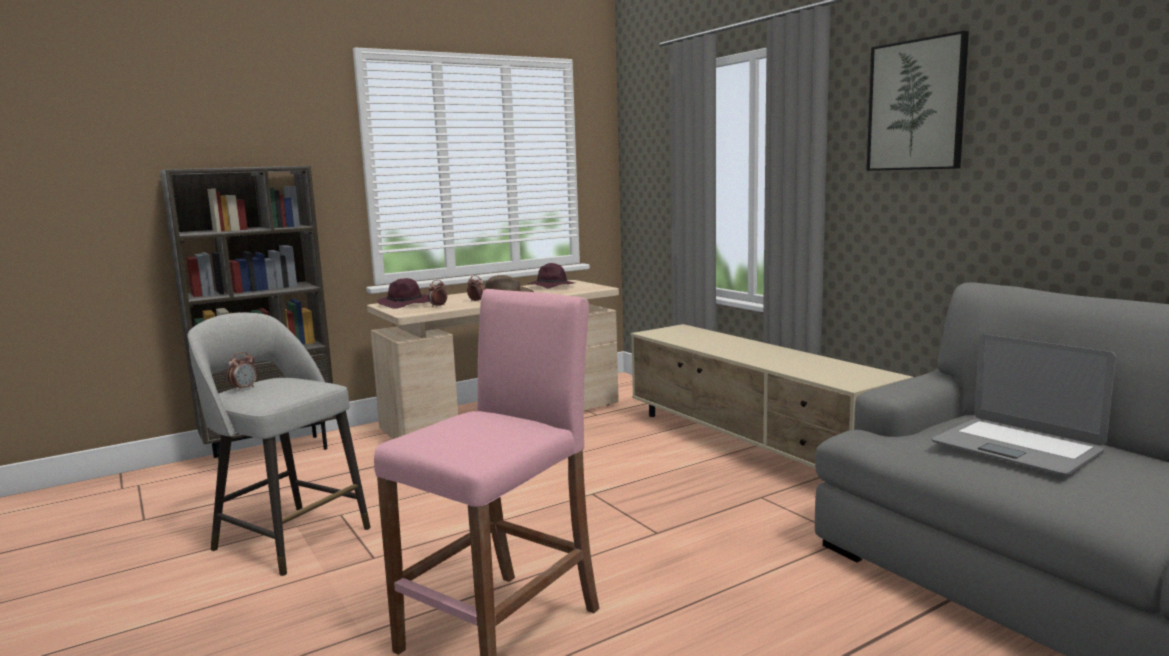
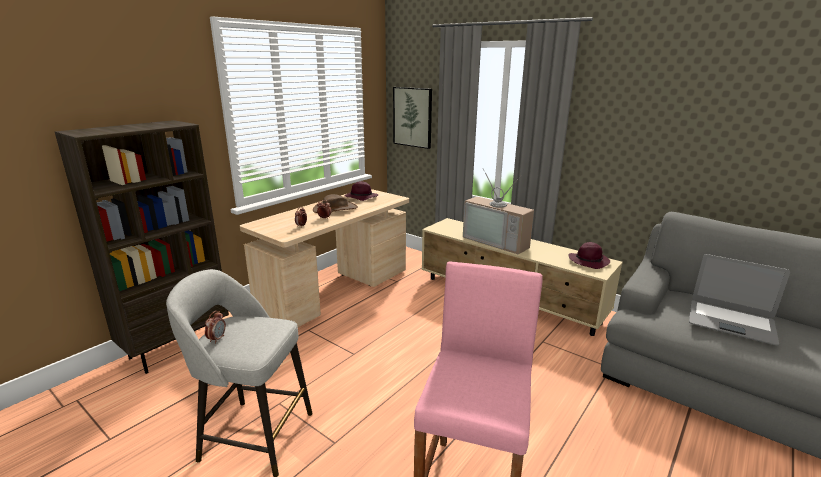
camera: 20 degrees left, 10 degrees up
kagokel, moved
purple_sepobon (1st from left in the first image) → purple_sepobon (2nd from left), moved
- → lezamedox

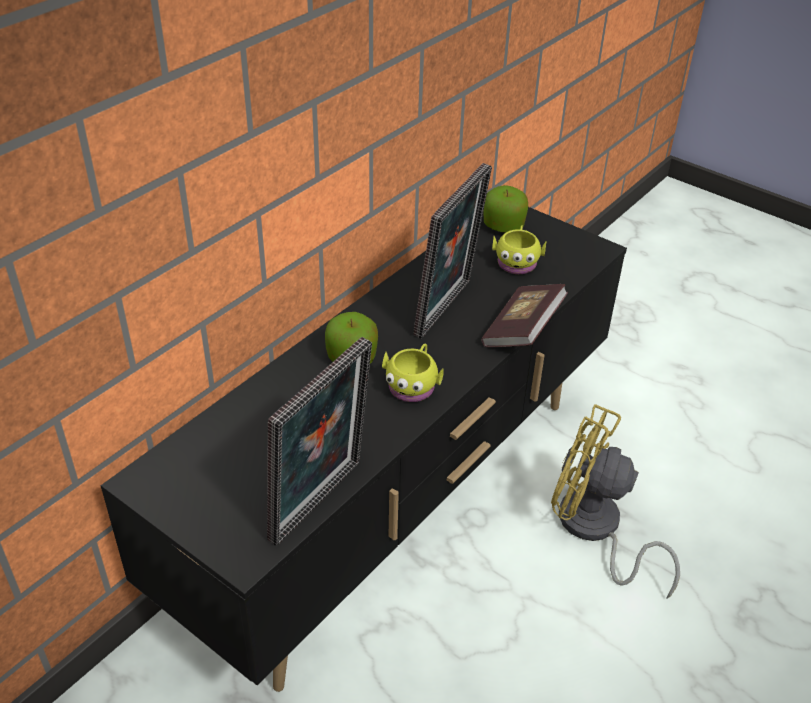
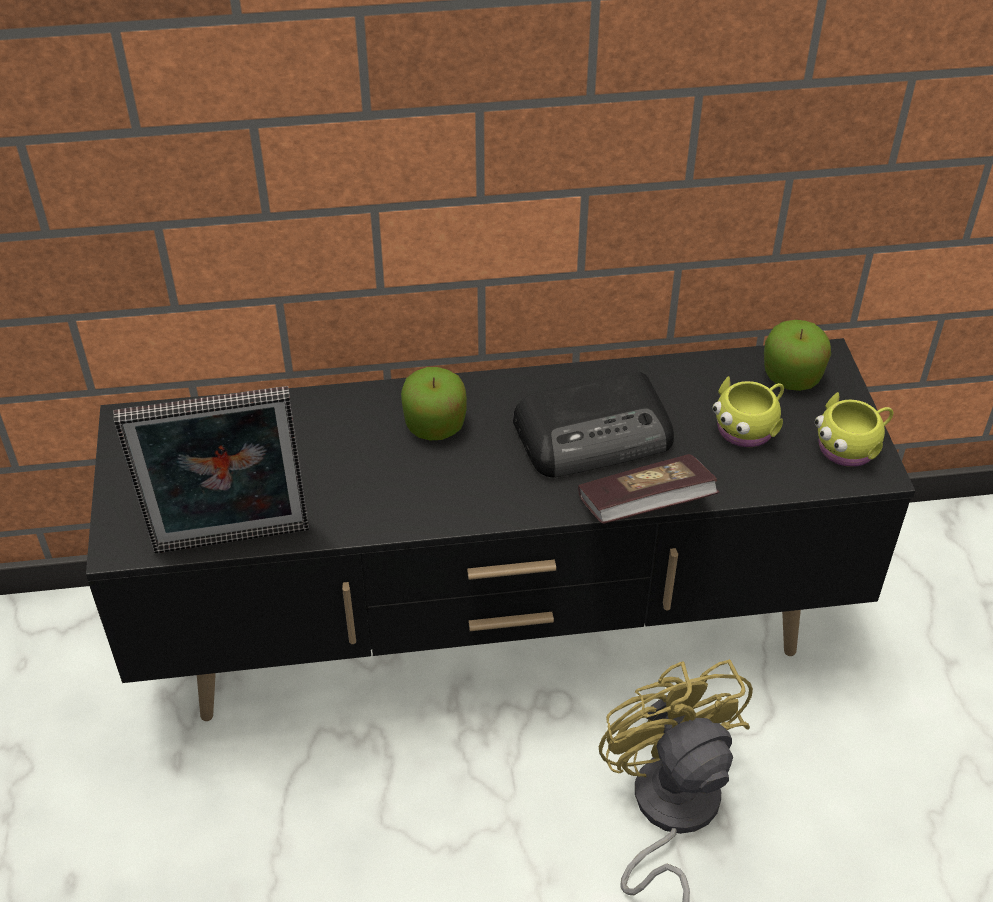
camera: 45 degrees right, 5 degrees up
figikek (2nd from left) → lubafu
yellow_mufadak (1st from left in the first image) → yellow_mufadak (2nd from left), moved

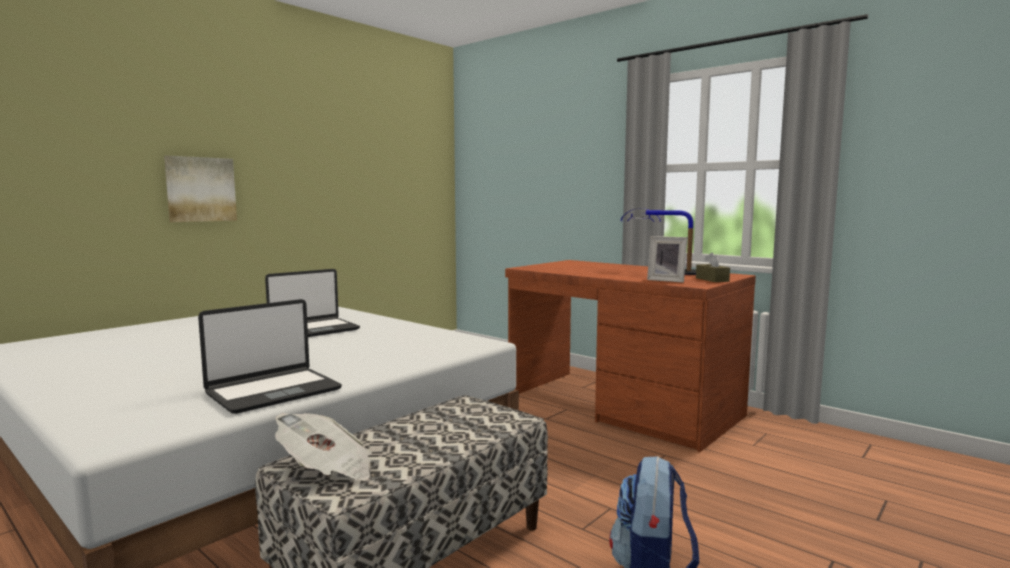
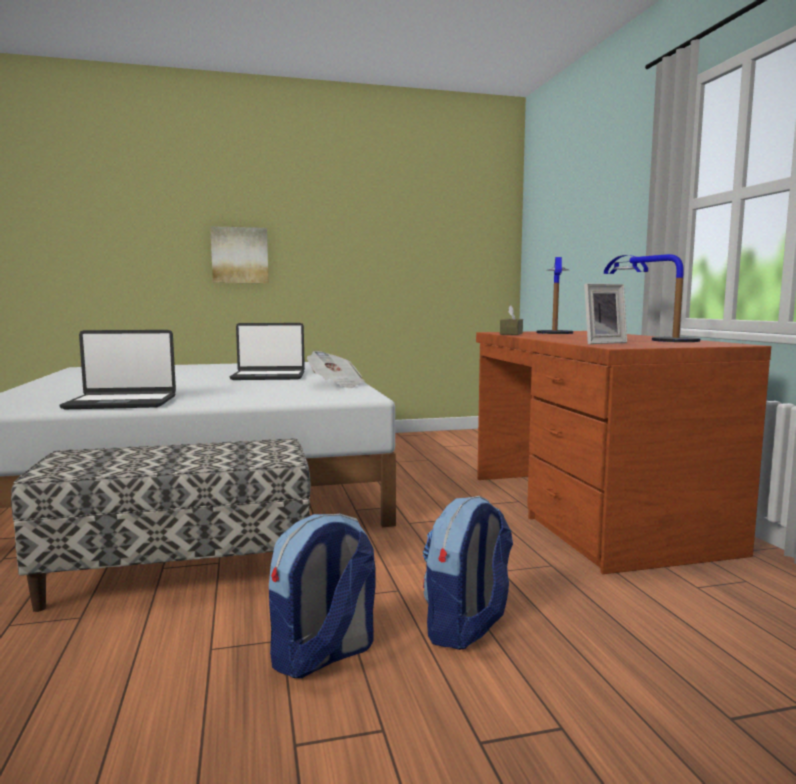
camera: 35 degrees right, 0 degrees up
figikek, 90 degrees counterclockwise
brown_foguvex, moved
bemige, moved
- → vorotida (1st from left)
- → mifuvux (2nd from left)

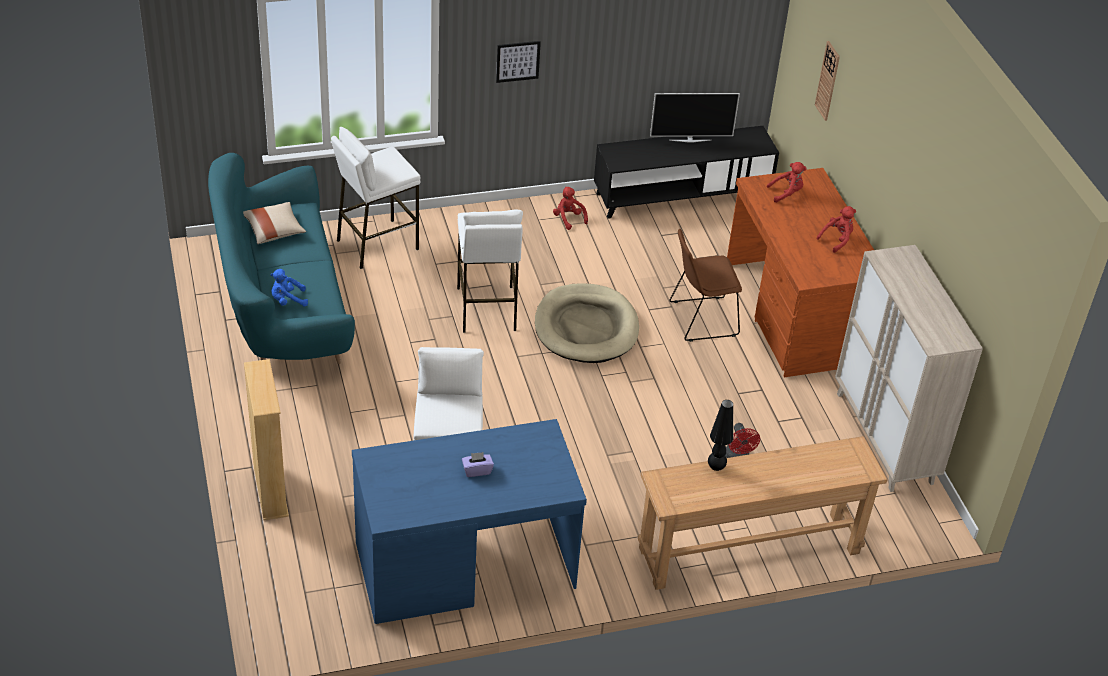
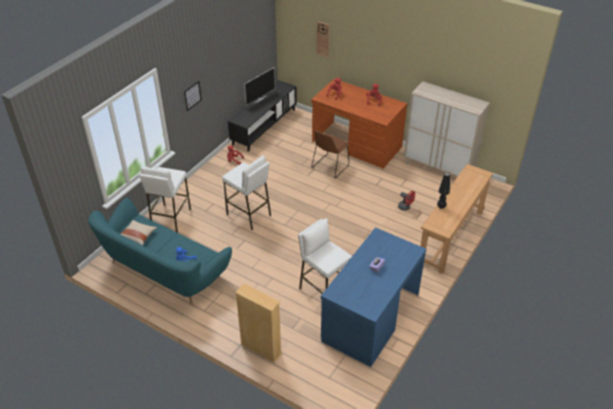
camera: 40 degrees left, 0 degrees up
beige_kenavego → -

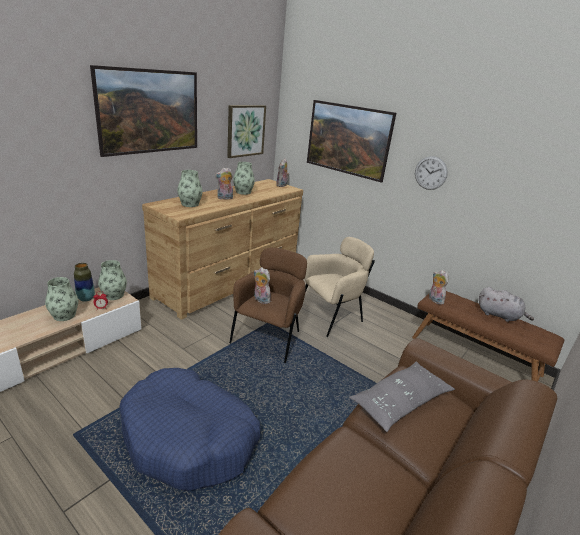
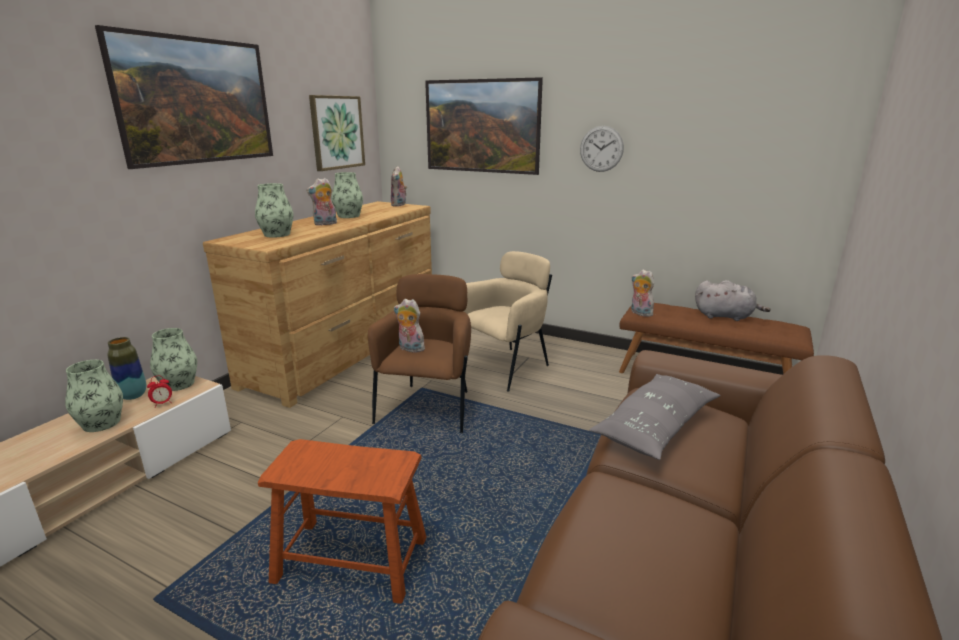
camera: 10 degrees left, 5 degrees down
blue_kenavego → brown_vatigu

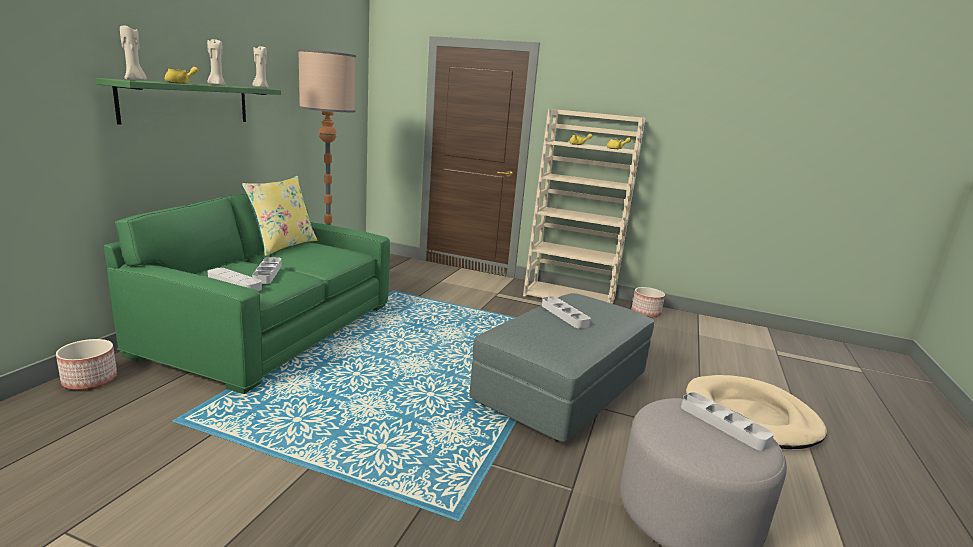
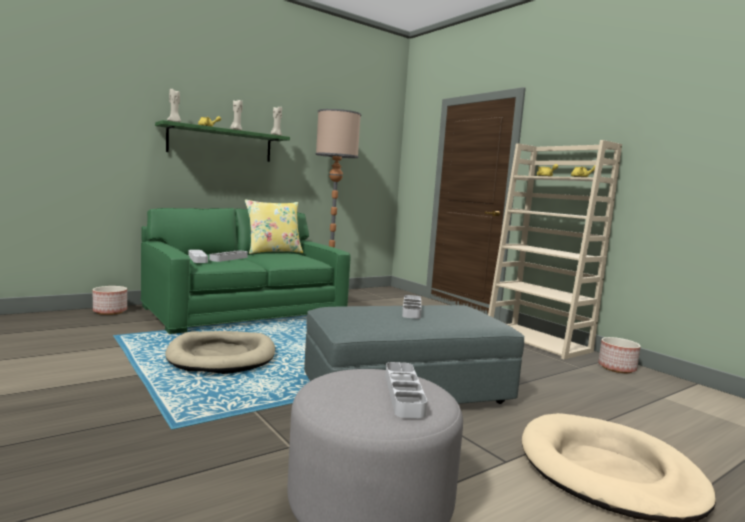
camera: 35 degrees right, 10 degrees down
- → beige_kenavego (1st from left)

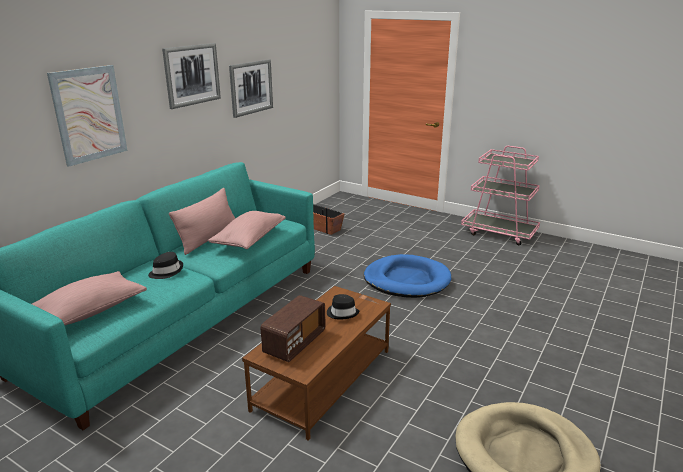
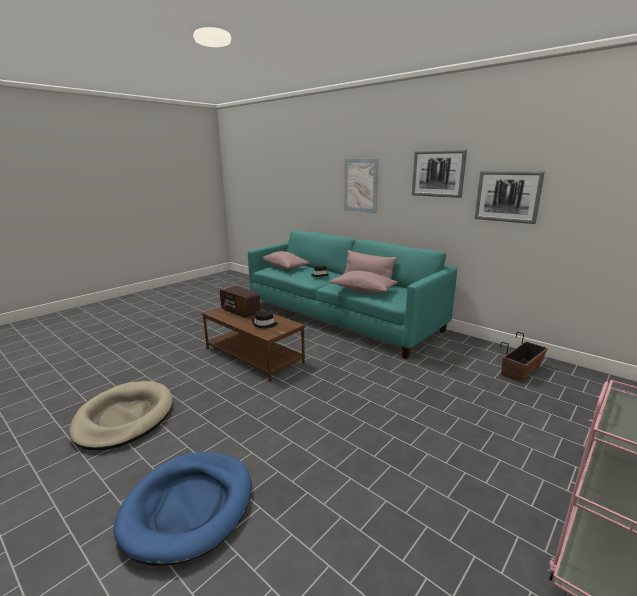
camera: 100 degrees right, 5 degrees down
blue_kenavego, moved

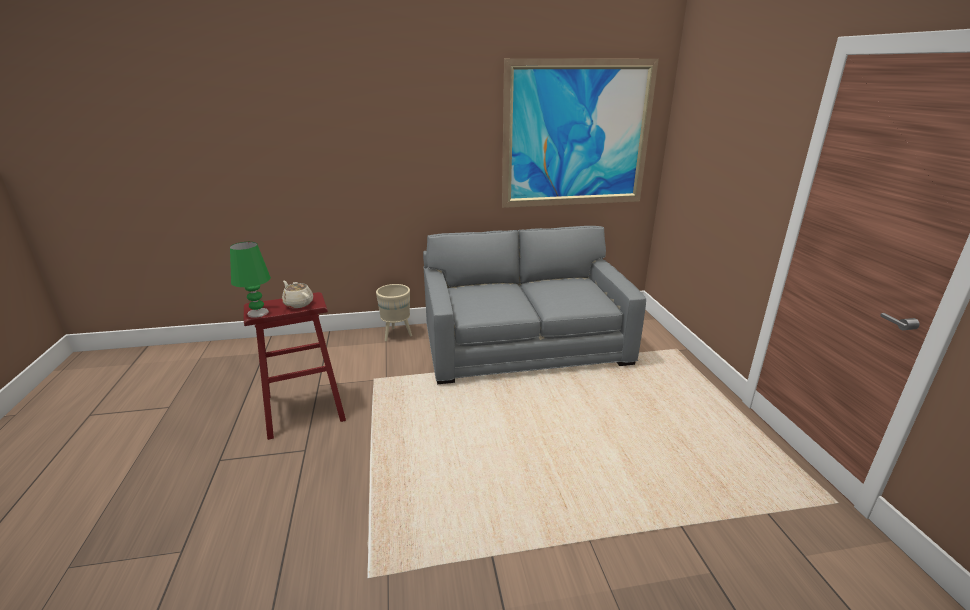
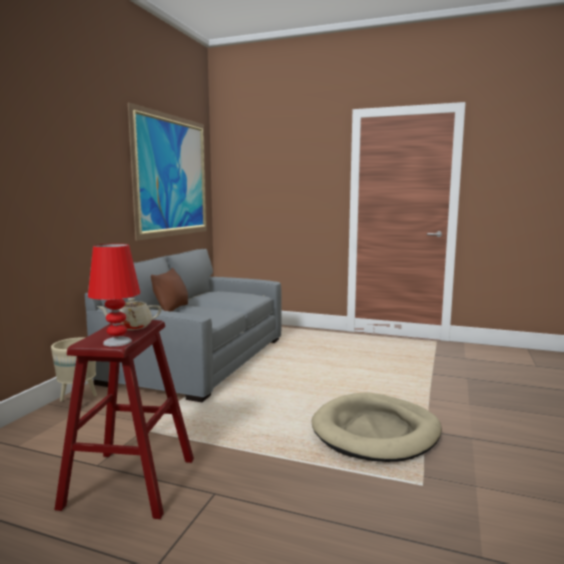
camera: 60 degrees left, 15 degrees down
green_vorotida → red_vorotida
- → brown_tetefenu
- → beige_kenavego

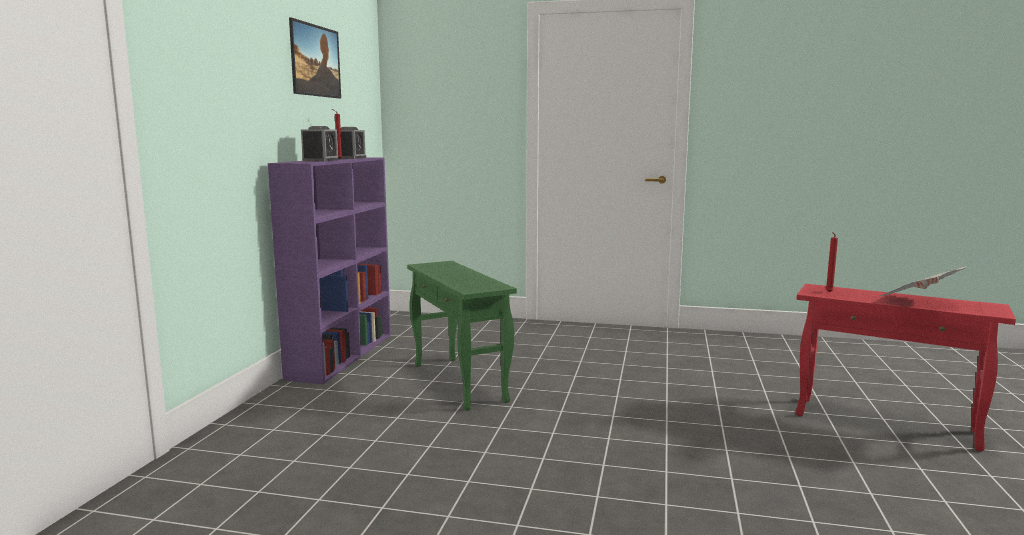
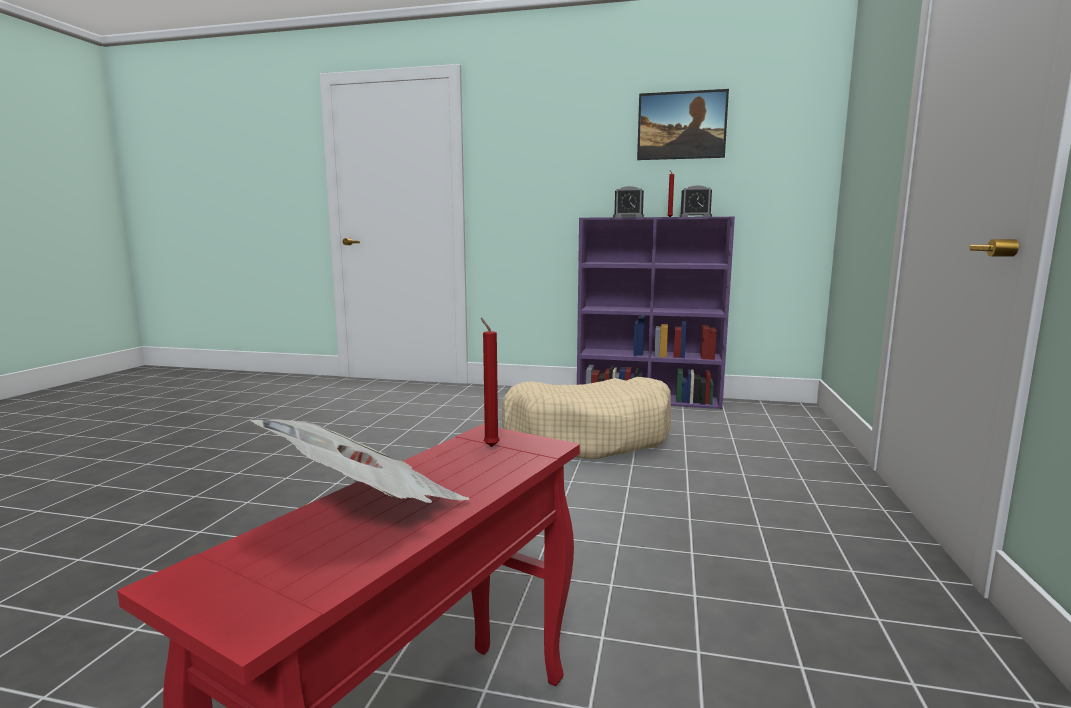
camera: 90 degrees right, 0 degrees up
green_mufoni → beige_kenavego

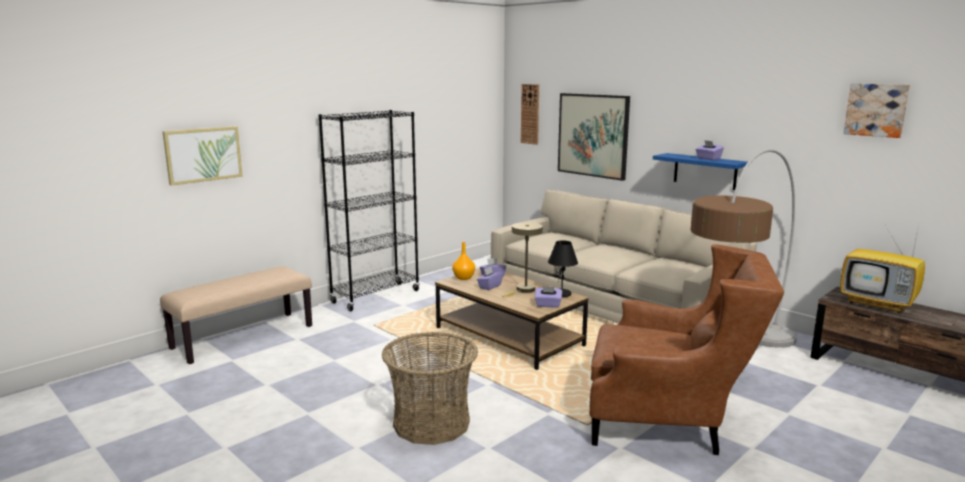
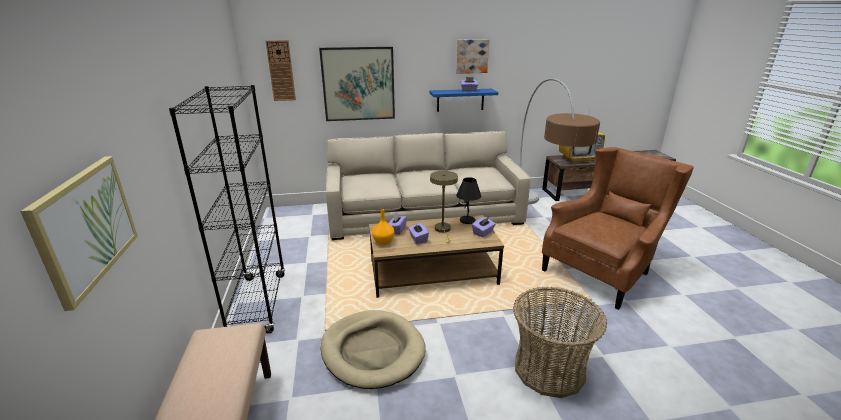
camera: 55 degrees left, 10 degrees up
kagokel (3rd from left), moved
- → beige_kenavego

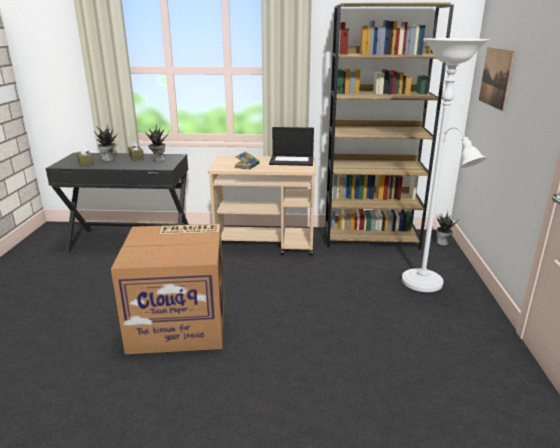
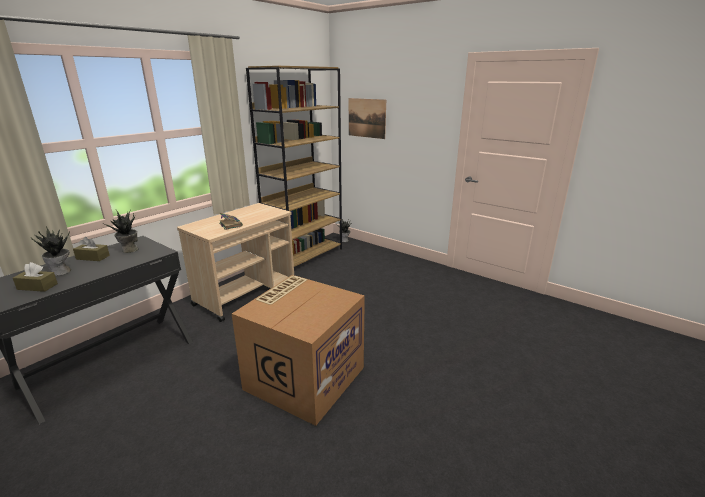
camera: 55 degrees left, 0 degrees up
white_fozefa → -
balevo → -

